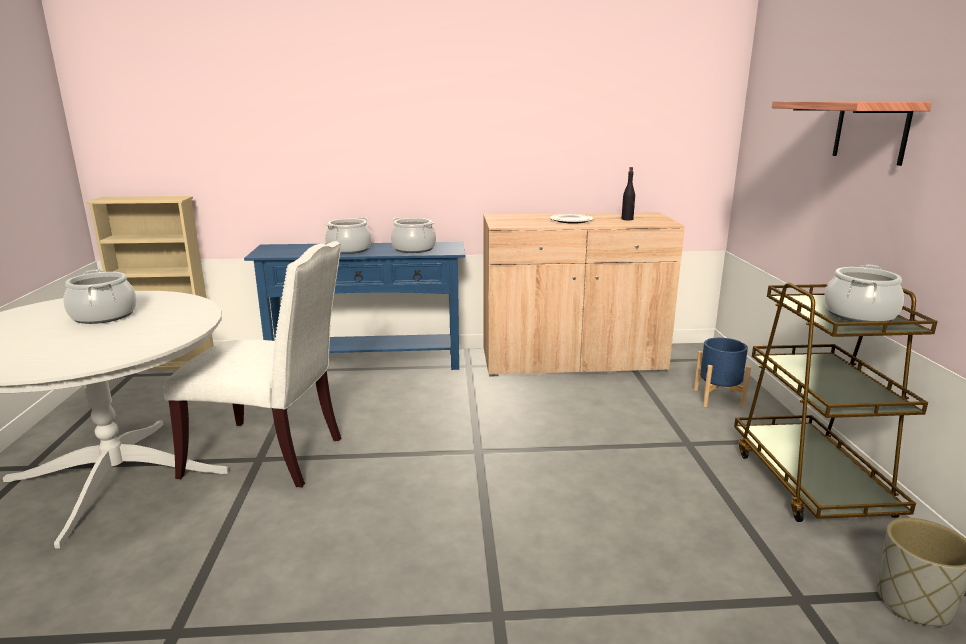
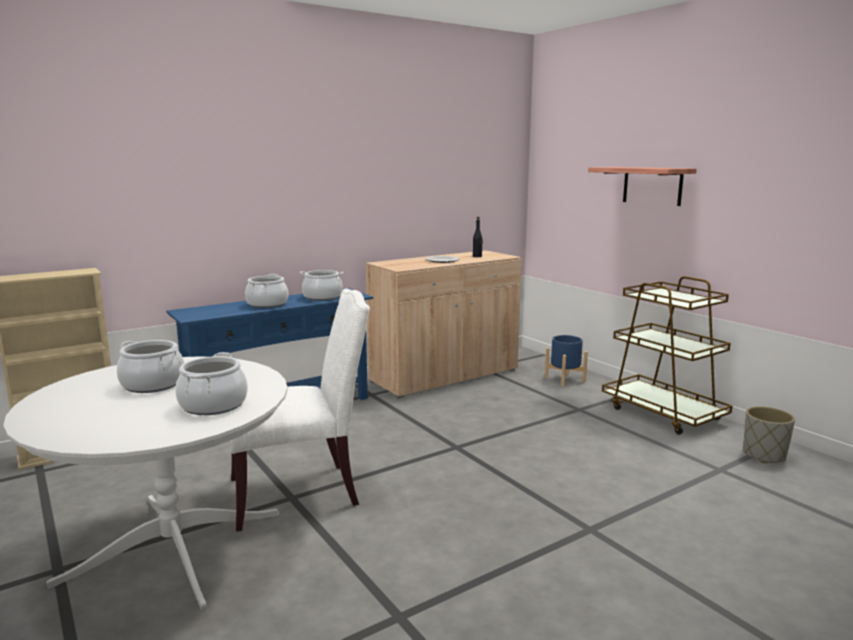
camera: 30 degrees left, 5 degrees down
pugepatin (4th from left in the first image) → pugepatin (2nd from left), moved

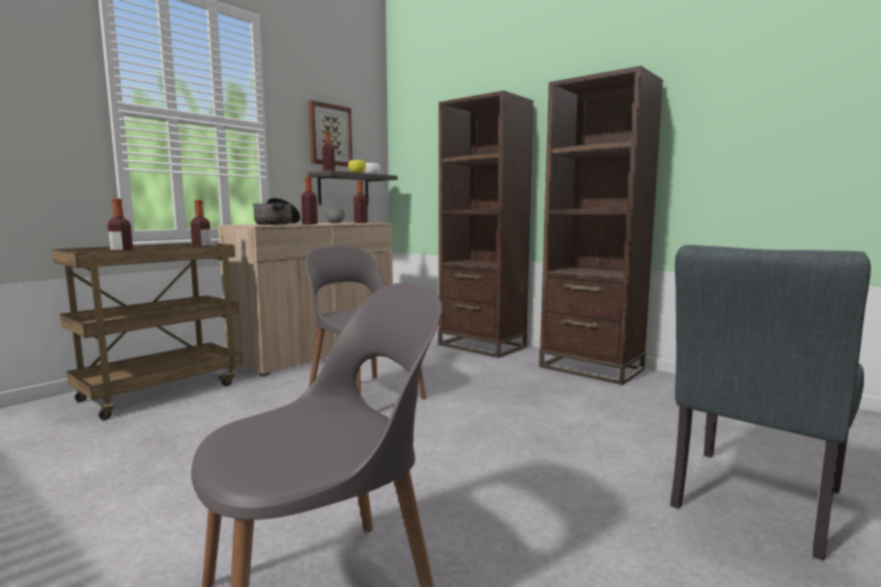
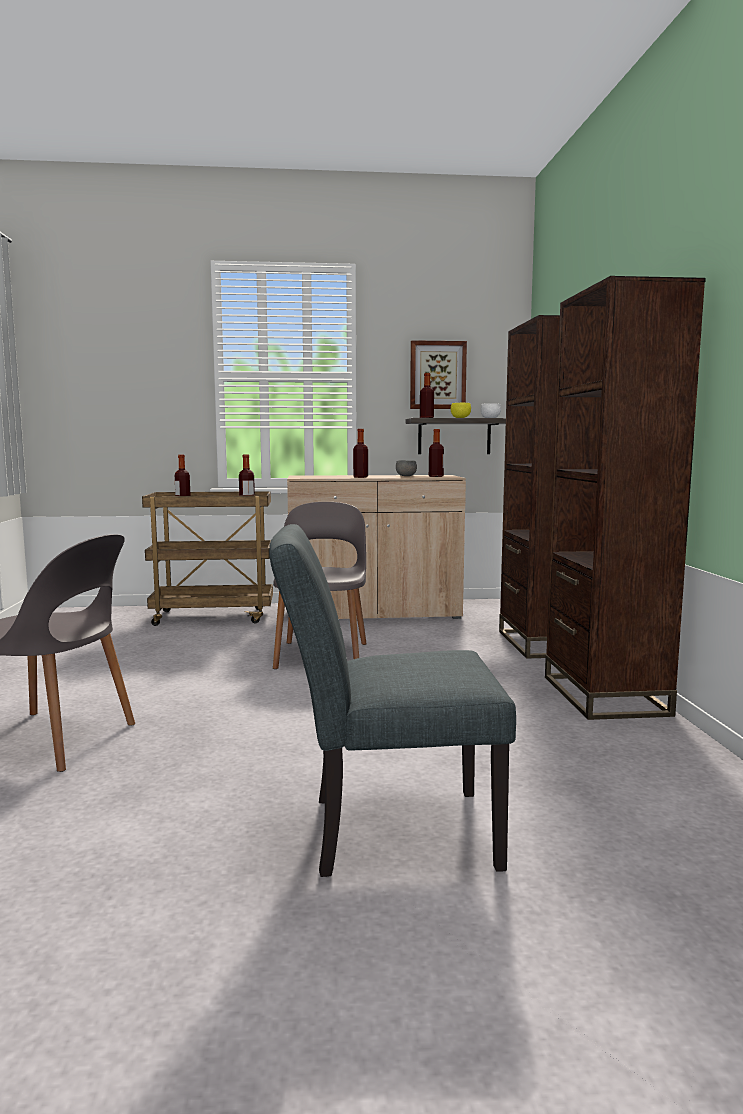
camera: 45 degrees right, 0 degrees up
pugepatin → -

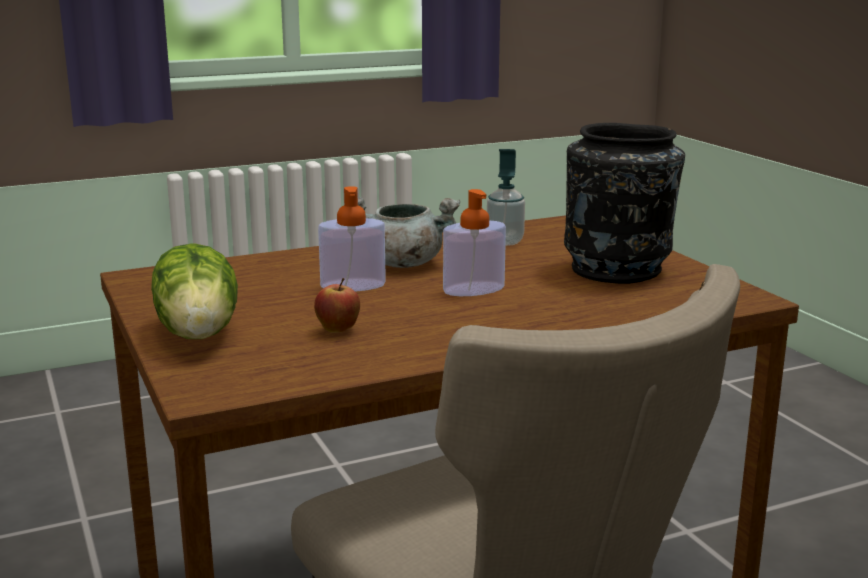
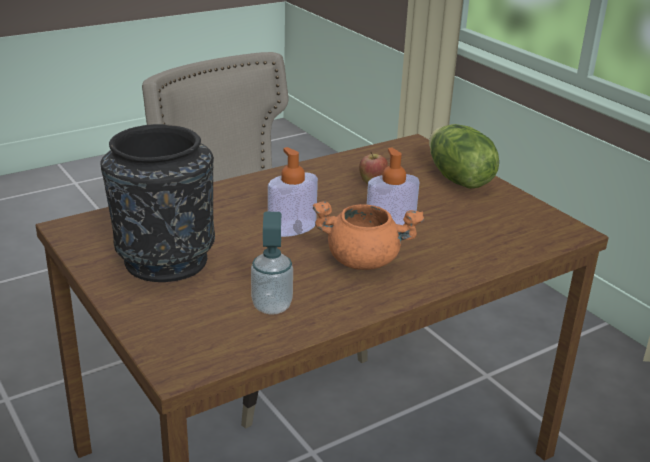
camera: 170 degrees right, 10 degrees up
grey_pugepatin → orange_pugepatin

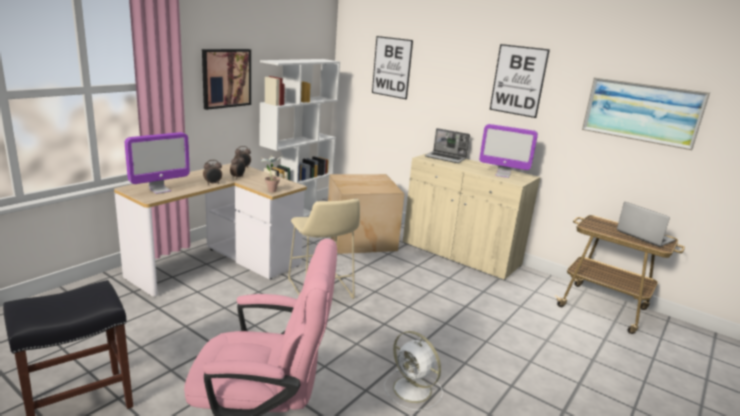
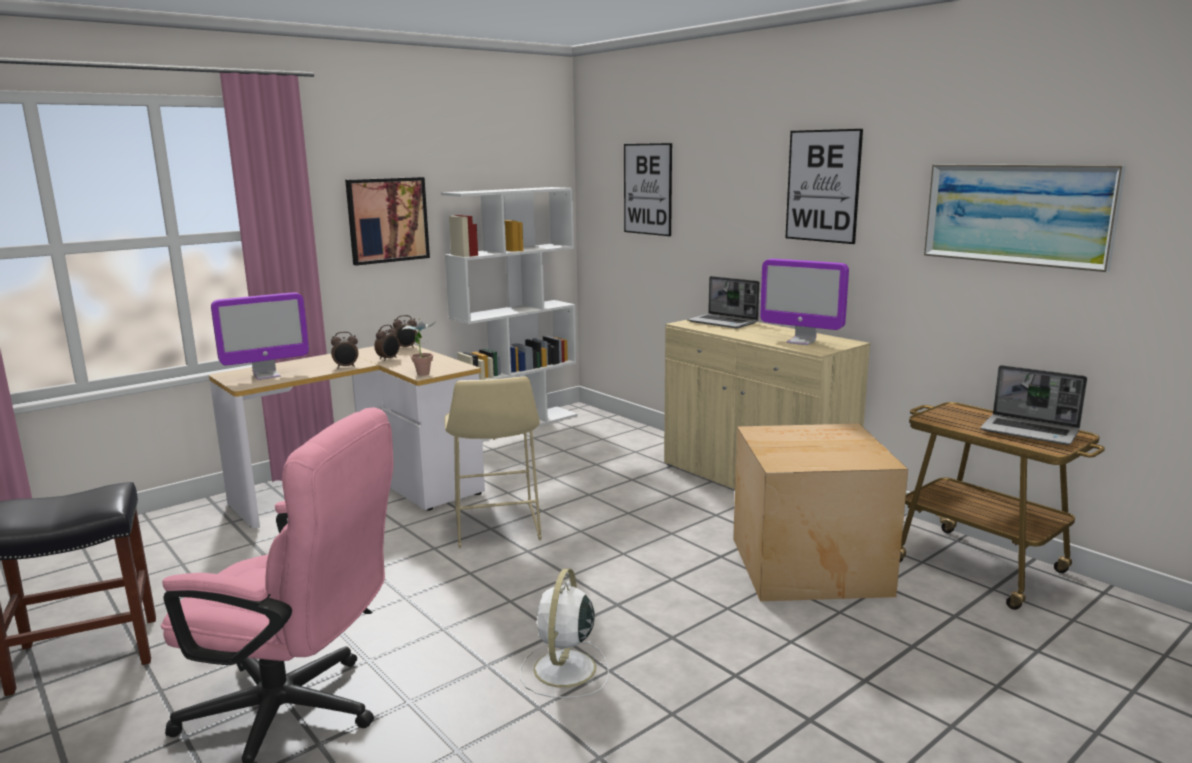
camera: 15 degrees right, 5 degrees down
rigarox, moved
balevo (2nd from left), 150 degrees clockwise
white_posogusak, 45 degrees clockwise

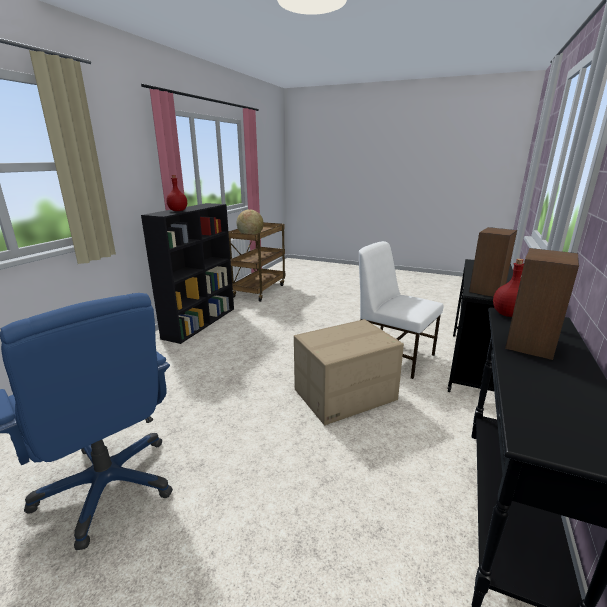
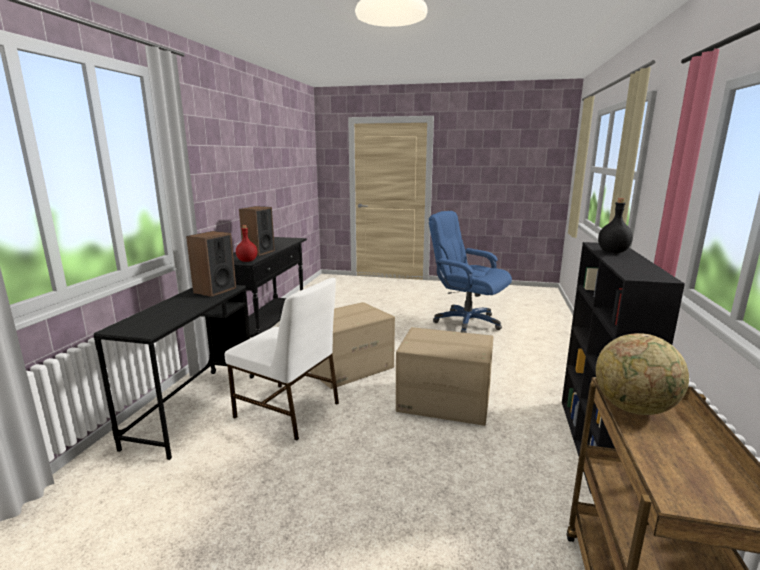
camera: 170 degrees right, 5 degrees down
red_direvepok (1st from left) → black_direvepok
- → rigarox (2nd from left)

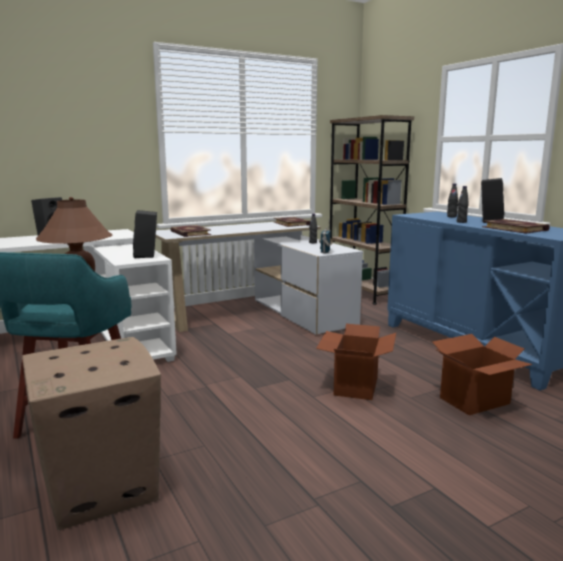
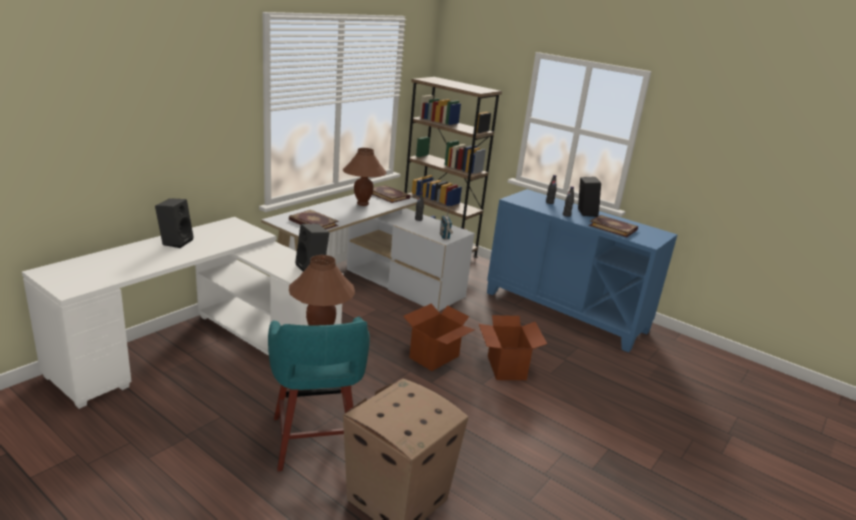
camera: 25 degrees left, 10 degrees up
rigarox (3rd from left in the first image) → rigarox (2nd from left), moved
- → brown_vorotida (2nd from left)

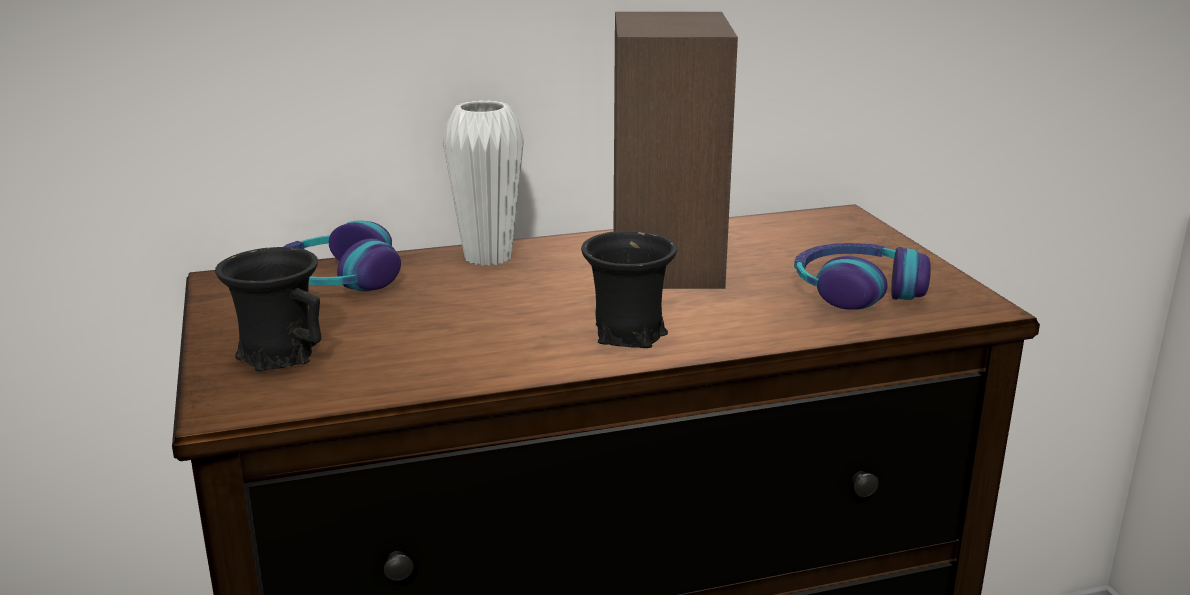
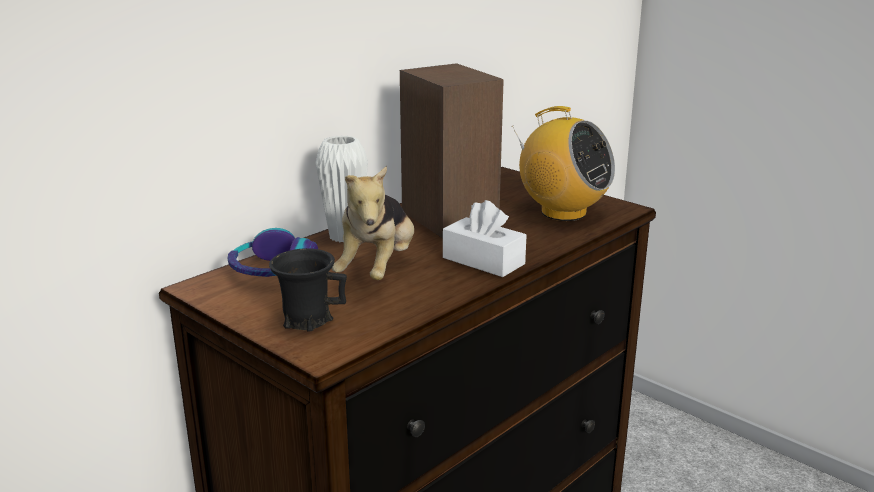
camera: 30 degrees left, 0 degrees up
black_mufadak (2nd from left) → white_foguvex
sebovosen (2nd from left) → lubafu
- → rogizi

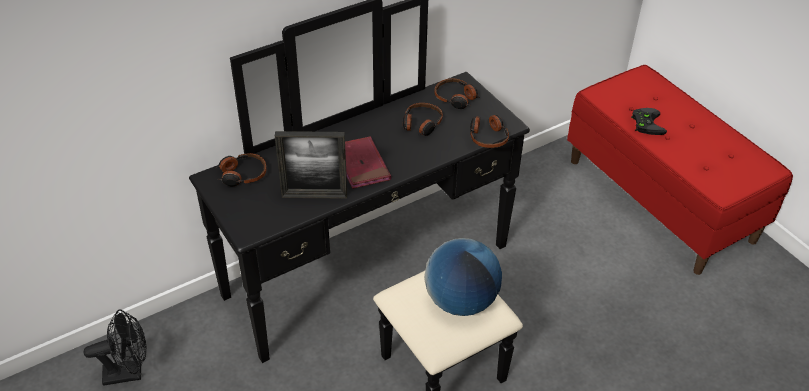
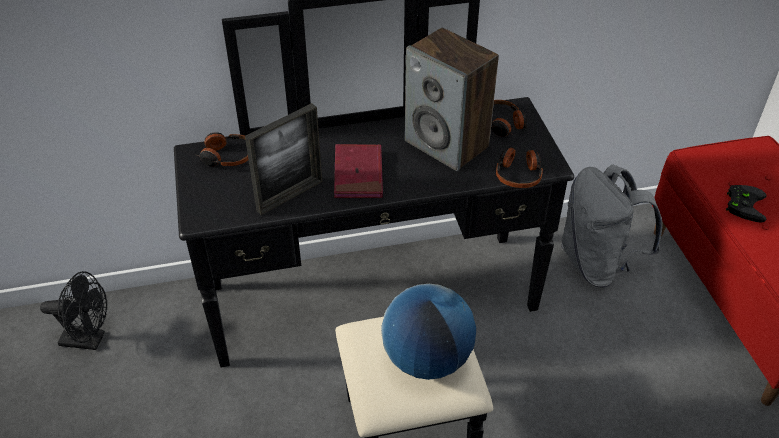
camera: 20 degrees right, 0 degrees up
sebovosen (2nd from left) → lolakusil
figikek, 60 degrees counterclockwise
- → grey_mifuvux

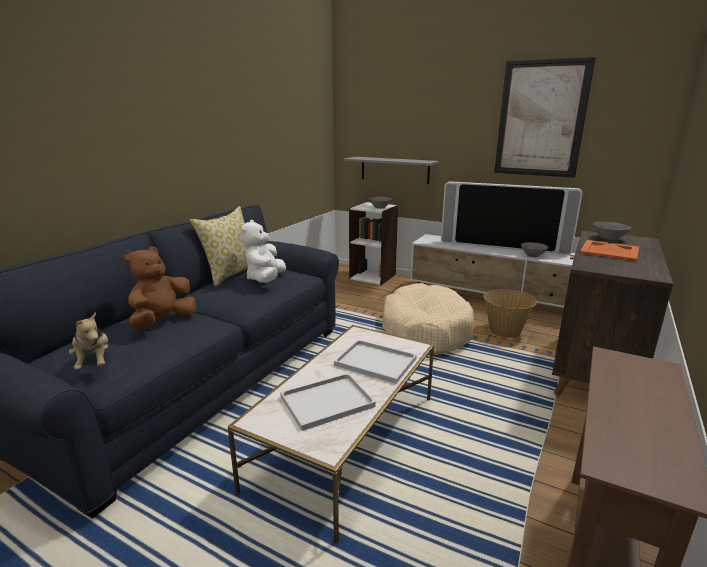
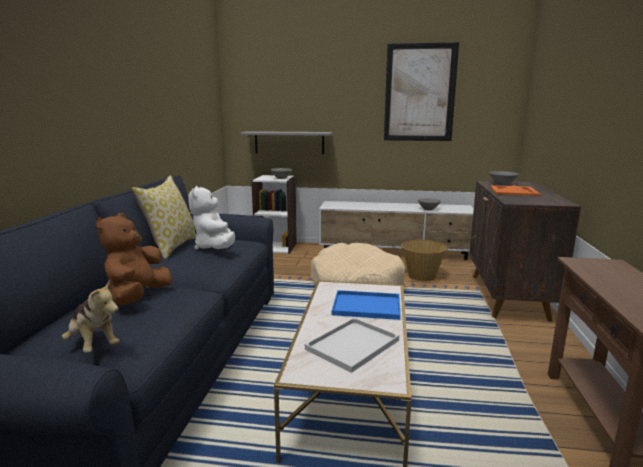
camera: 20 degrees left, 5 degrees down
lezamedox → -
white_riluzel (2nd from left) → blue_riluzel

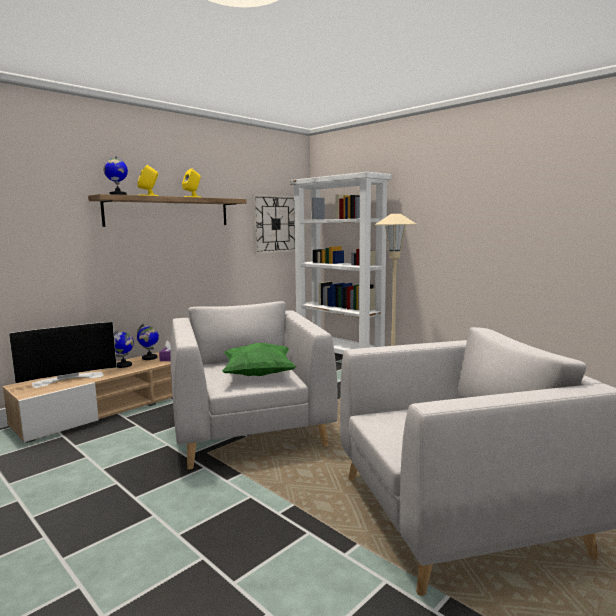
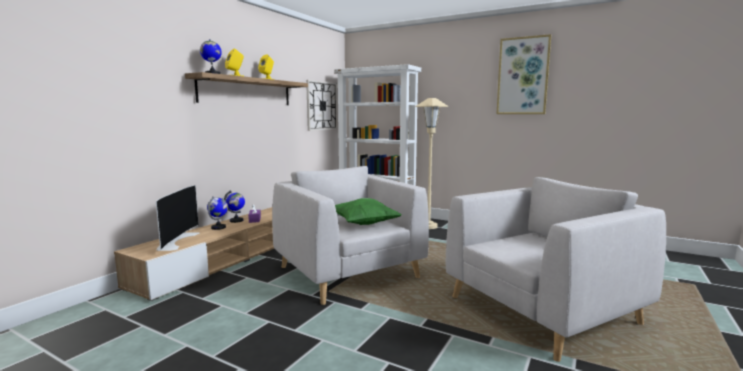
camera: 15 degrees left, 0 degrees up
lezamedox, 45 degrees counterclockwise
- → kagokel

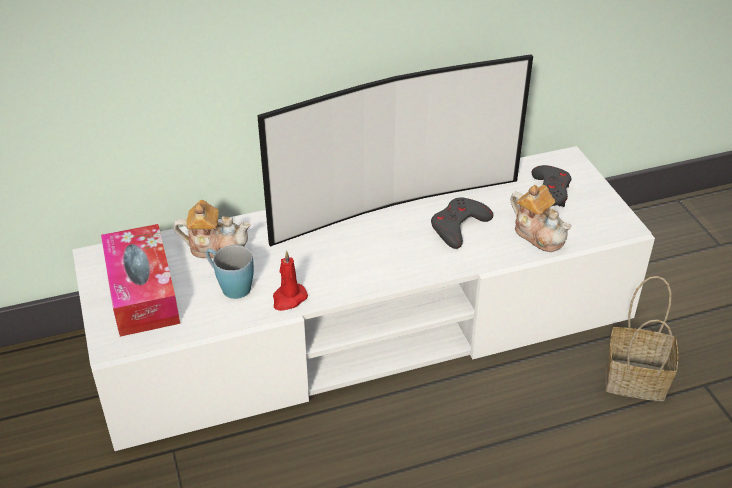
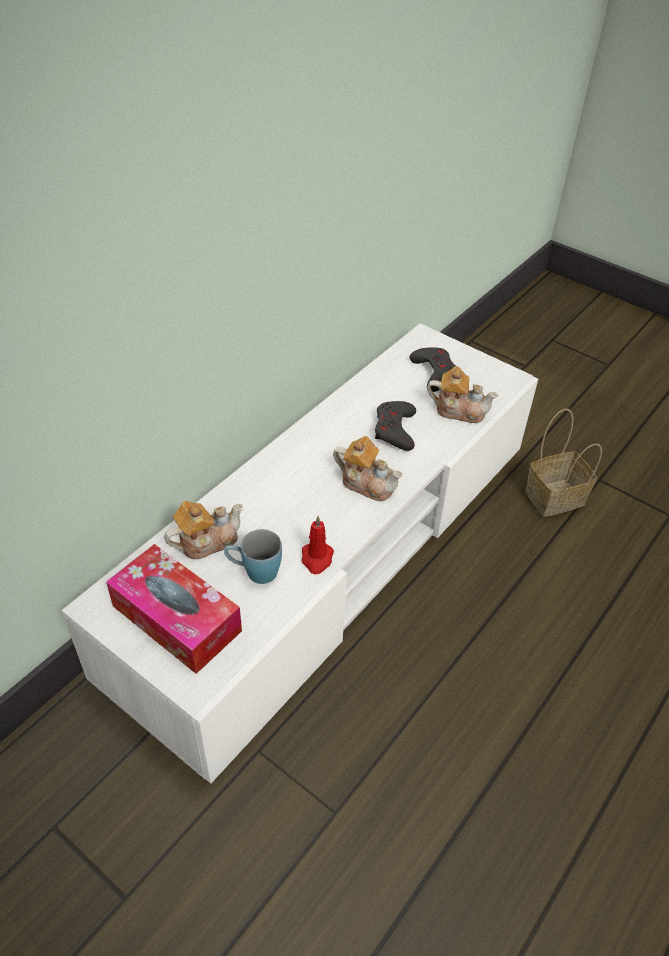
camera: 35 degrees left, 5 degrees up
lezamedox → -
- → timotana (2nd from left)

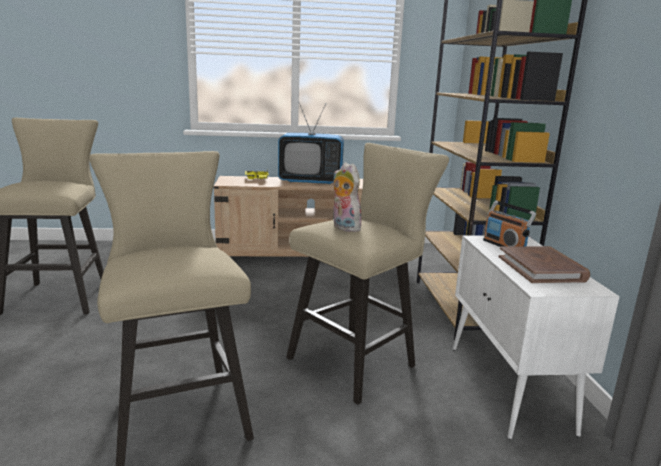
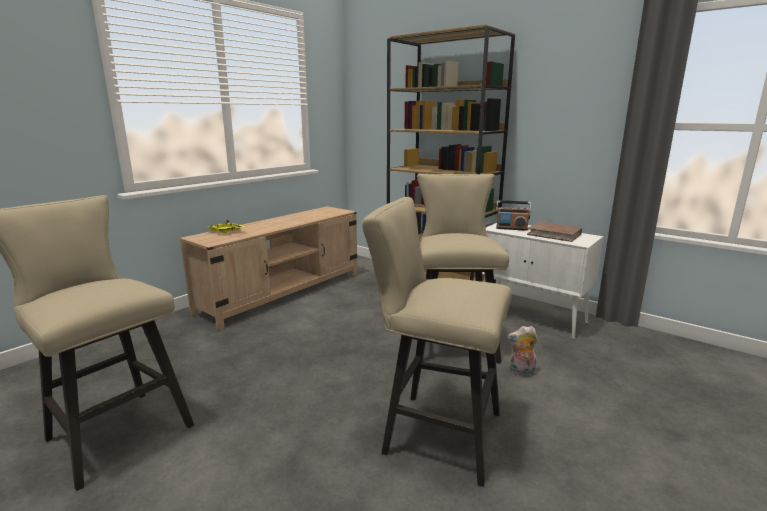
camera: 45 degrees left, 0 degrees up
lezamedox → -
rogizi, moved

